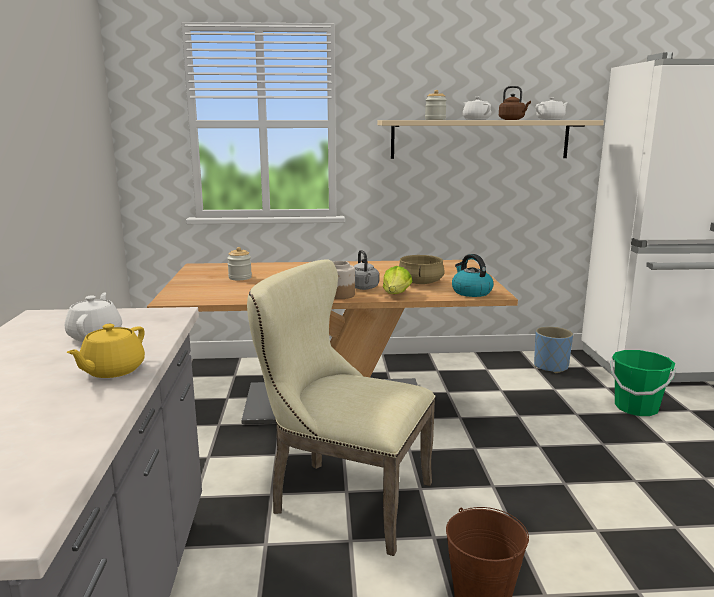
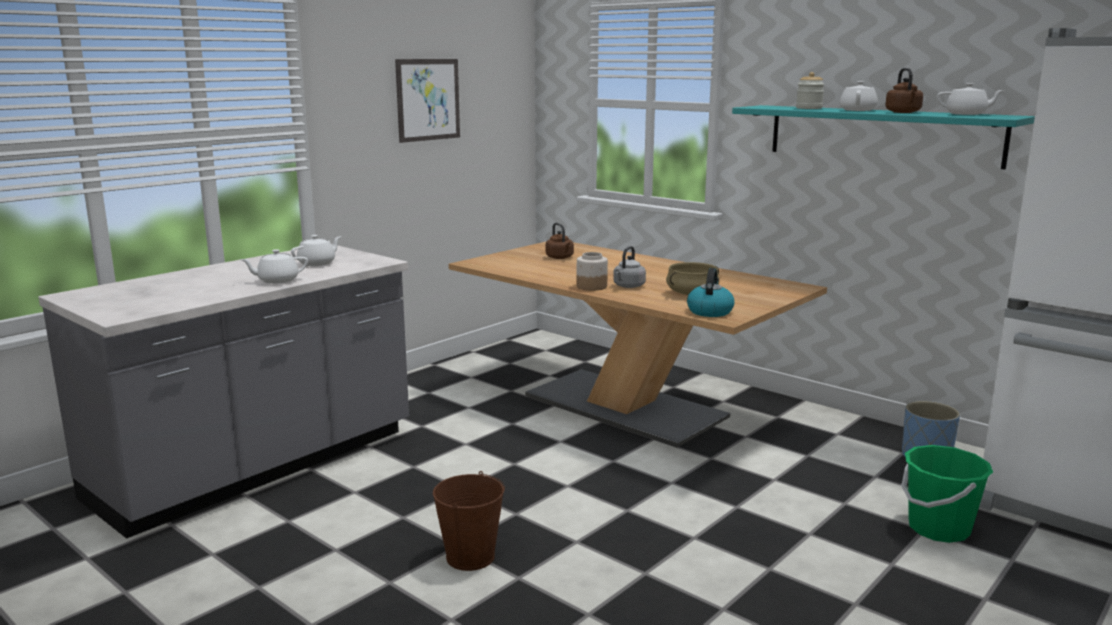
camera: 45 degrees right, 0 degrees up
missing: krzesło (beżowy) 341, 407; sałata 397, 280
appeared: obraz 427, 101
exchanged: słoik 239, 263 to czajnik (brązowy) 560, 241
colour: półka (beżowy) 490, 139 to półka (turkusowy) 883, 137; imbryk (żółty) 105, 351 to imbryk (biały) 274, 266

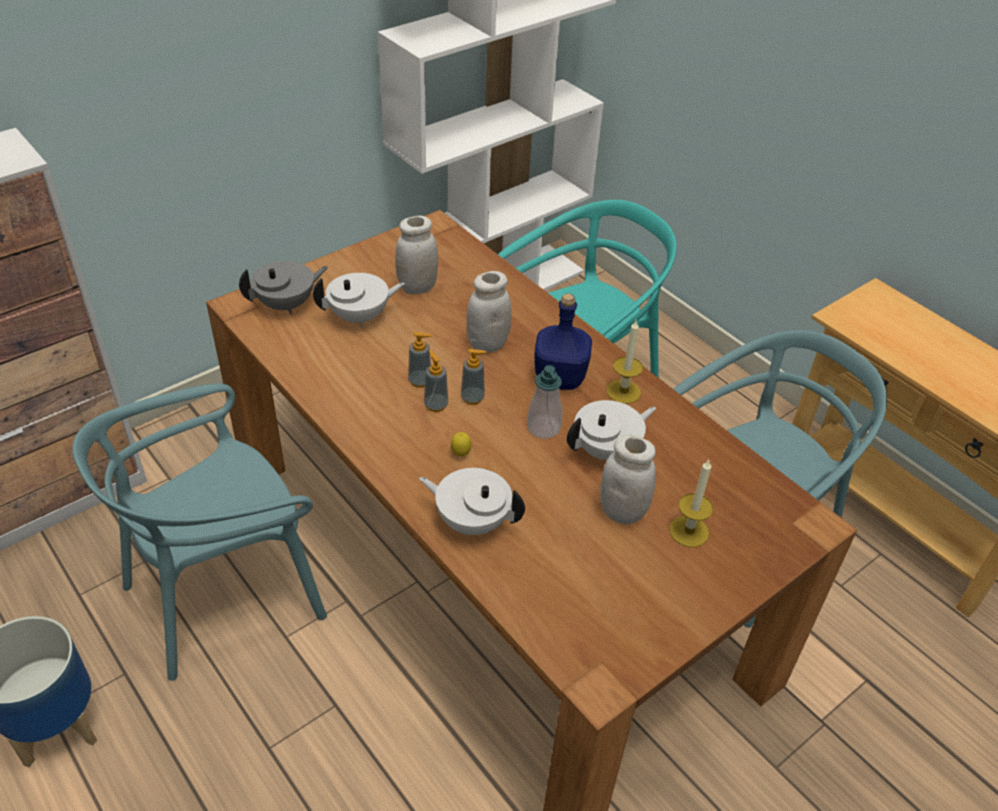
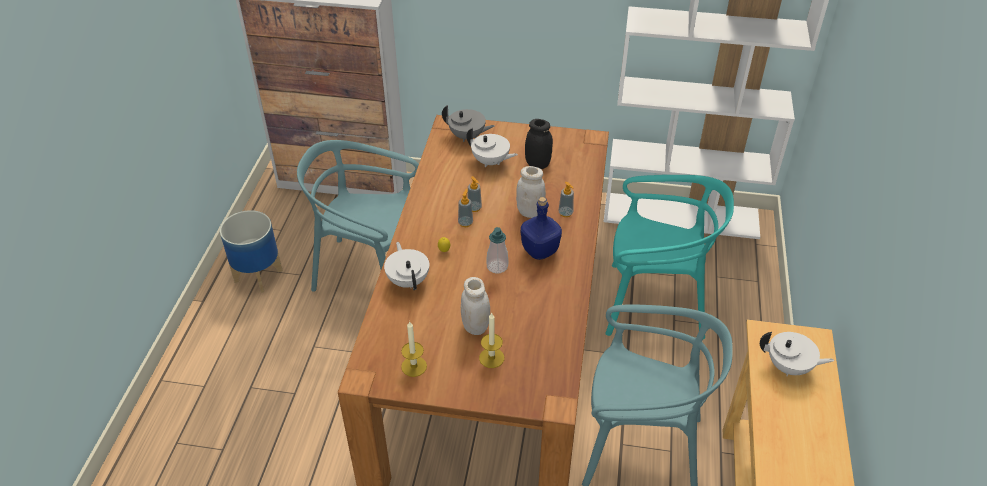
camera: 50 degrees right, 0 degrees up
relocated: świeca 625, 361 to 414, 349; dozownik mydła 474, 377 to 566, 199; imbryk (biały) 611, 430 to 797, 354
colour: słoik (biały) 416, 255 to słoik (czarny) 539, 144

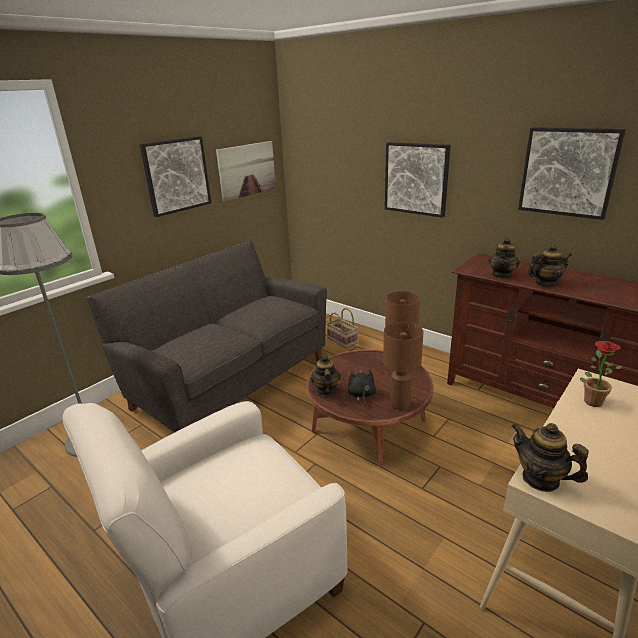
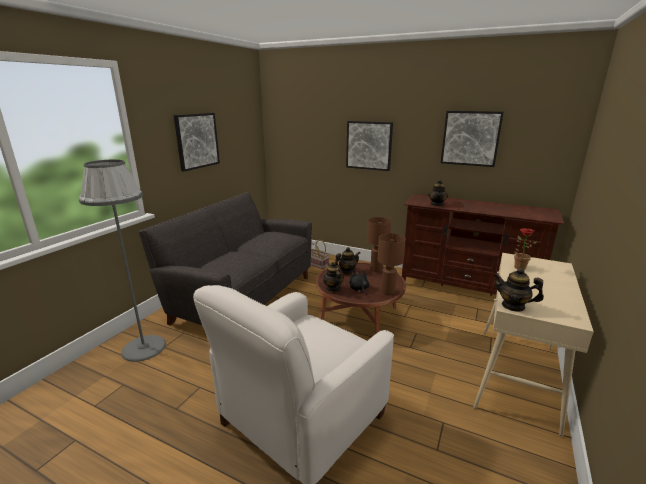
camera: 15 degrees left, 5 degrees down
missing: obraz 246, 171
relocated: imbryk 550, 265 to 347, 260

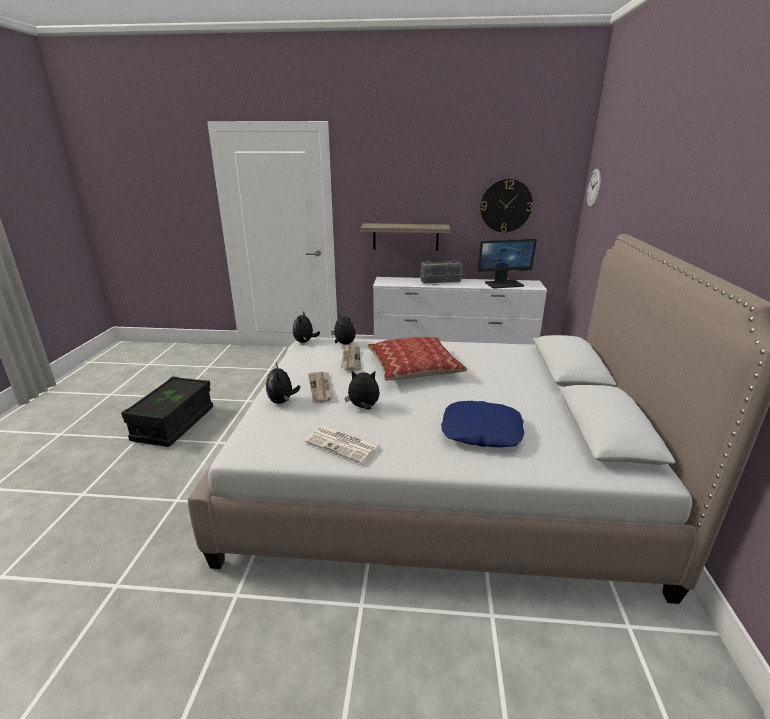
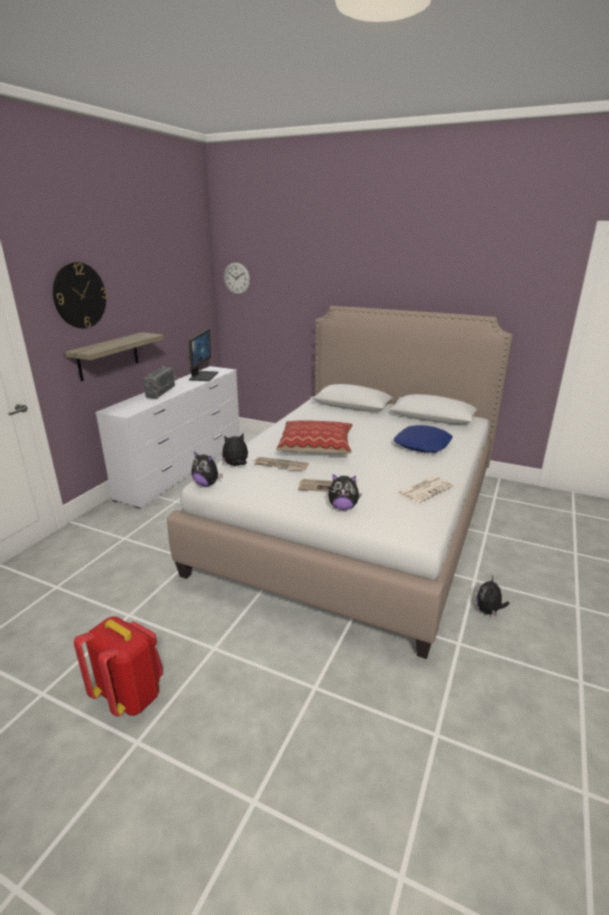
camera: 70 degrees left, 0 degrees up
relocated: zegar ścienny 506, 205 to 80, 295; pluszak 362, 390 to 492, 596
exchanged: pojemnik do przechowywania (czarny) 167, 411 to plecak (czerwony) 118, 666

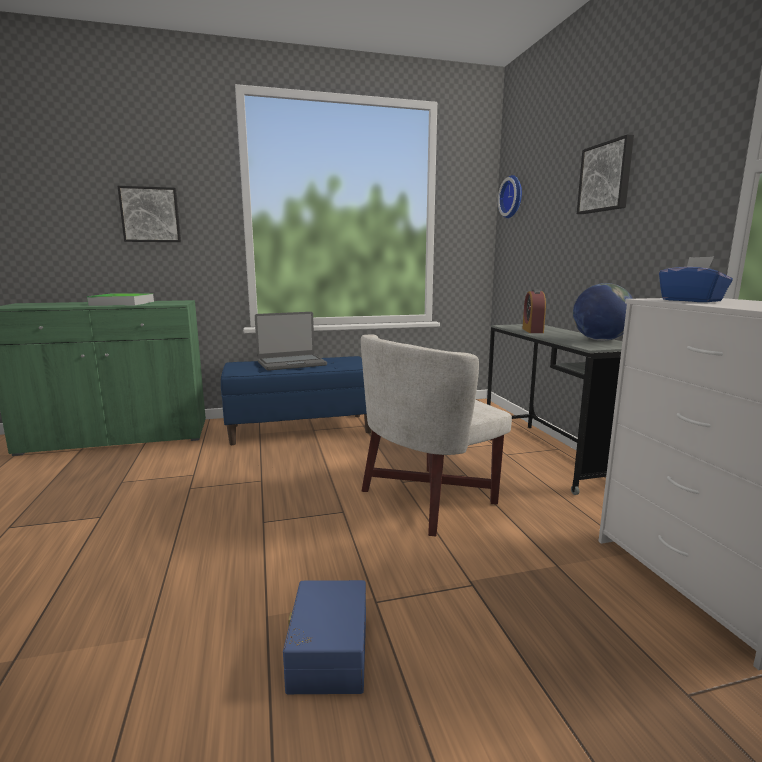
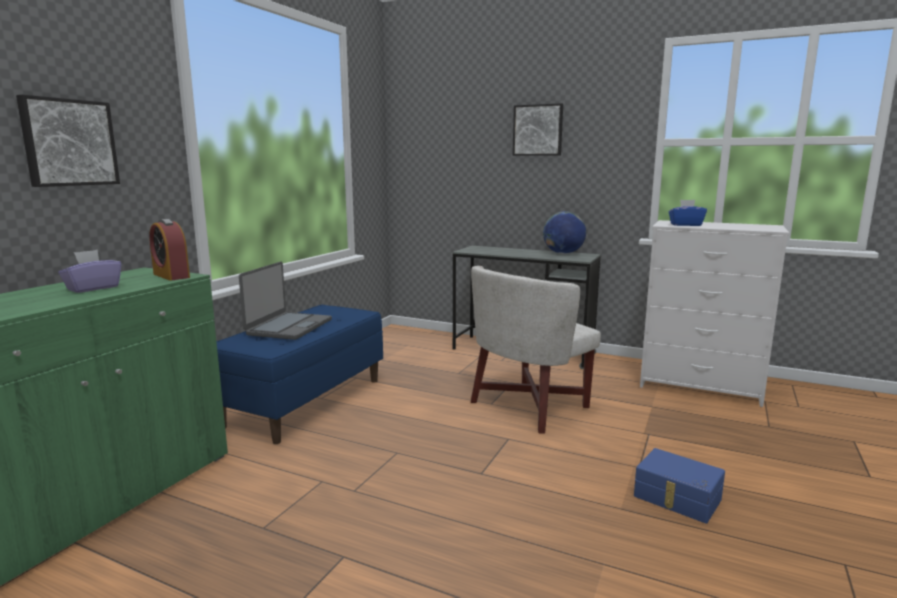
camera: 50 degrees left, 0 degrees up
missing: zegar ścienny 510, 196
relocated: budzik 534, 311 to 169, 250
exchanged: taca 120, 300 to pudełko chusteczek (fioletowy) 90, 271
spun: fotel (biały) 436, 435 = 536, 350 45 degrees clockwise

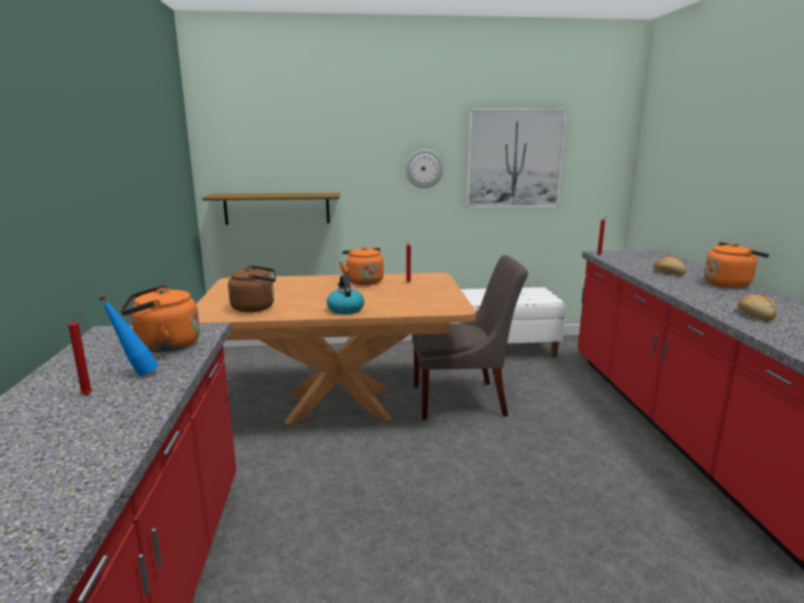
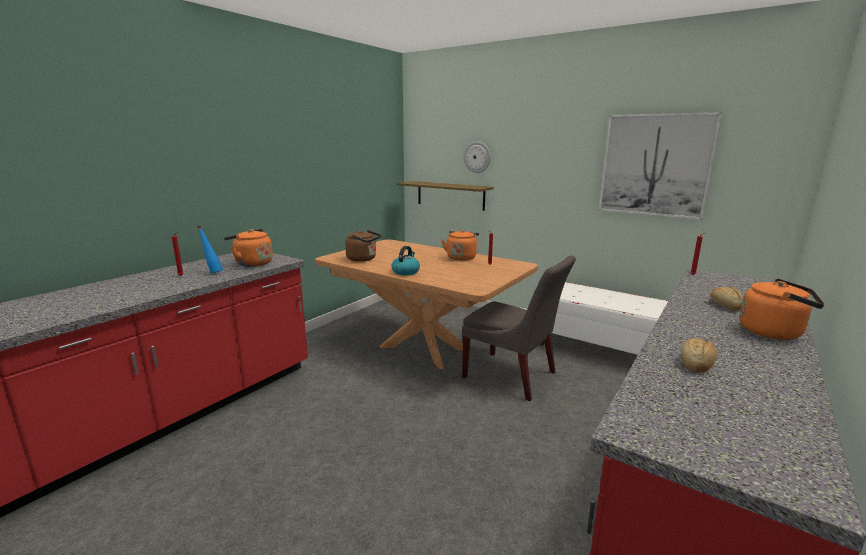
camera: 40 degrees right, 0 degrees up
relocated: zegar ścienny 424, 168 to 477, 157

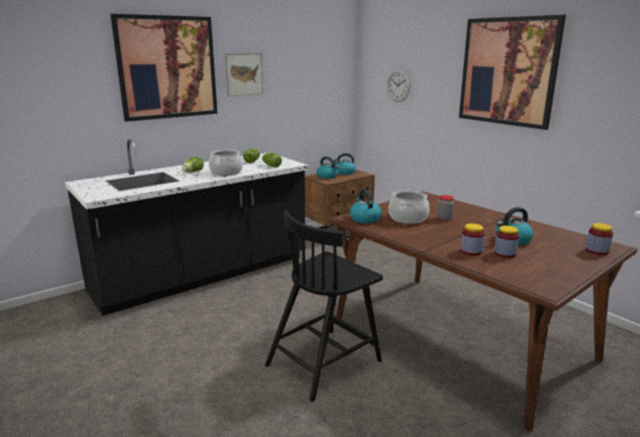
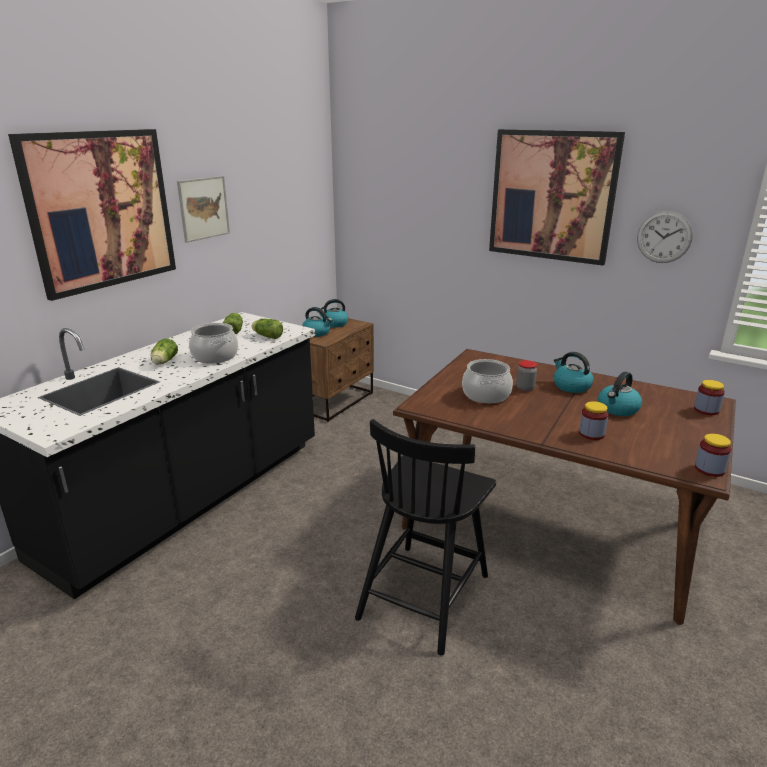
camera: 20 degrees left, 5 degrees up
relocated: zegar ścienny 398, 85 to 665, 237; czajnik 366, 206 to 574, 372; słoik 506, 241 to 713, 455

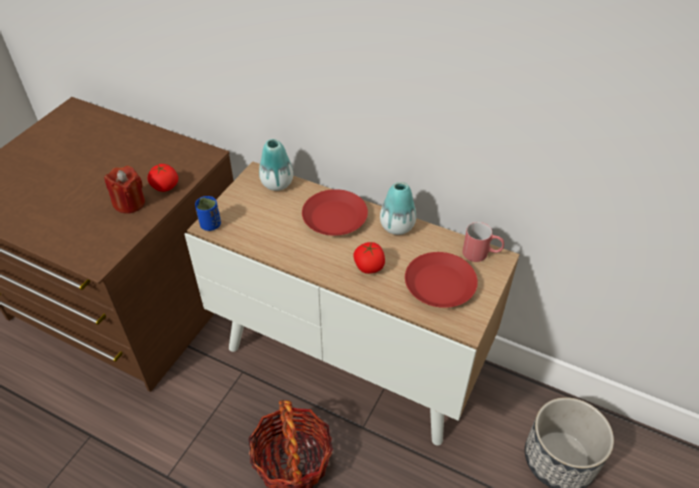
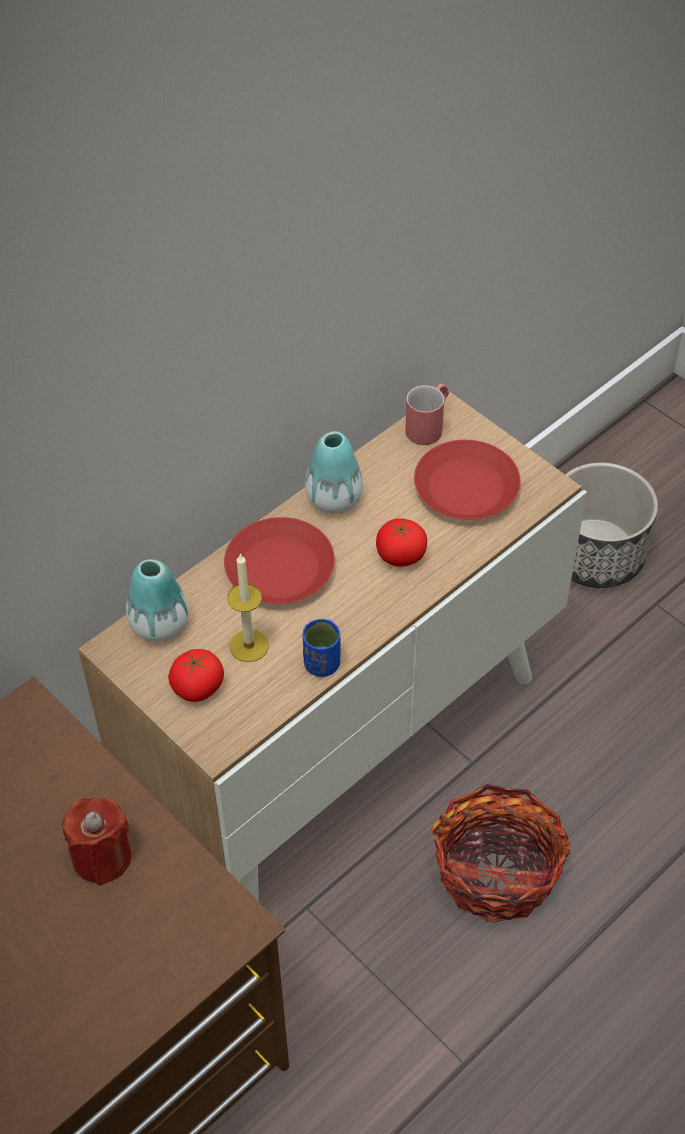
camera: 70 degrees left, 5 degrees up
appeared: świeca 248, 607
relocated: pomidor 163, 178 to 196, 675; filiżanka (niebieski) 208, 213 to 322, 648

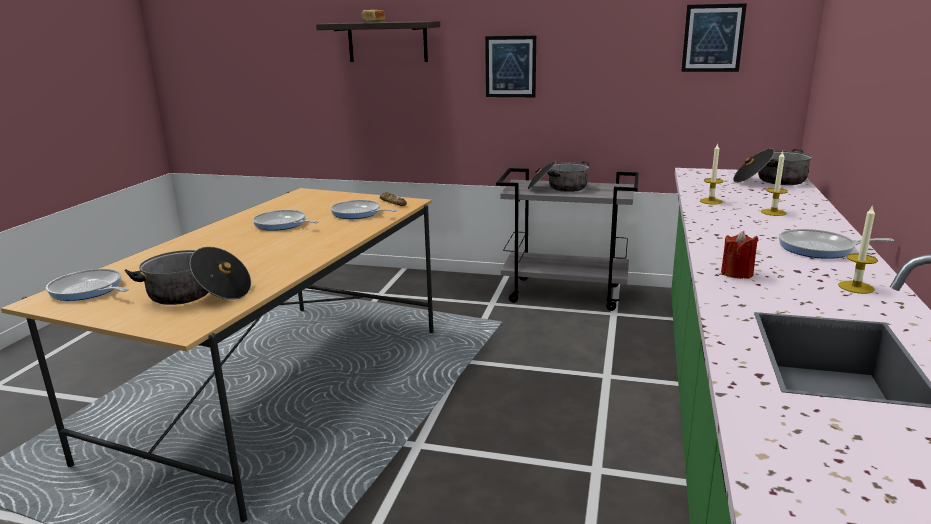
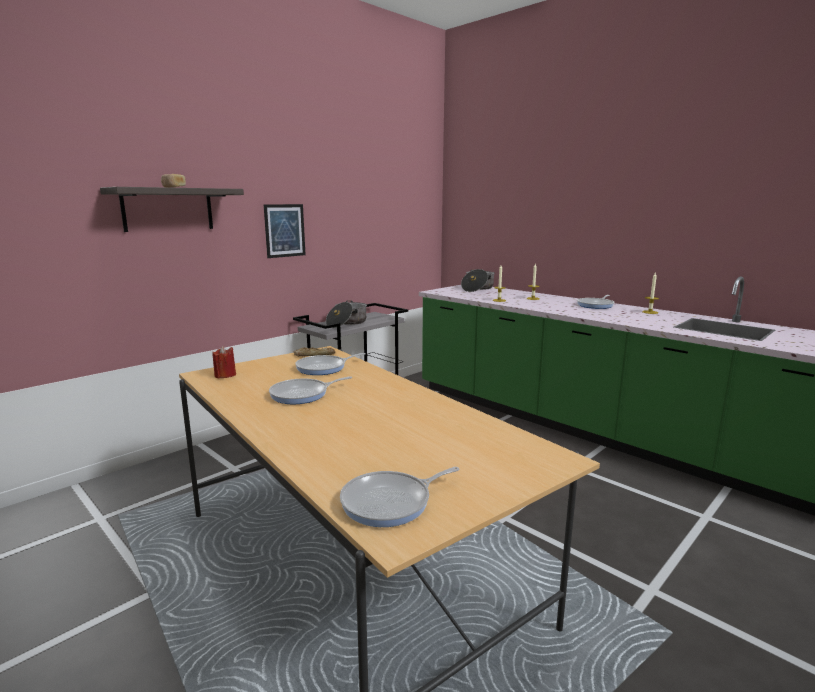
camera: 60 degrees left, 5 degrees down
missing: obraz 714, 37; garnek 188, 276
relocated: świeca (czerwony) 739, 255 to 224, 362

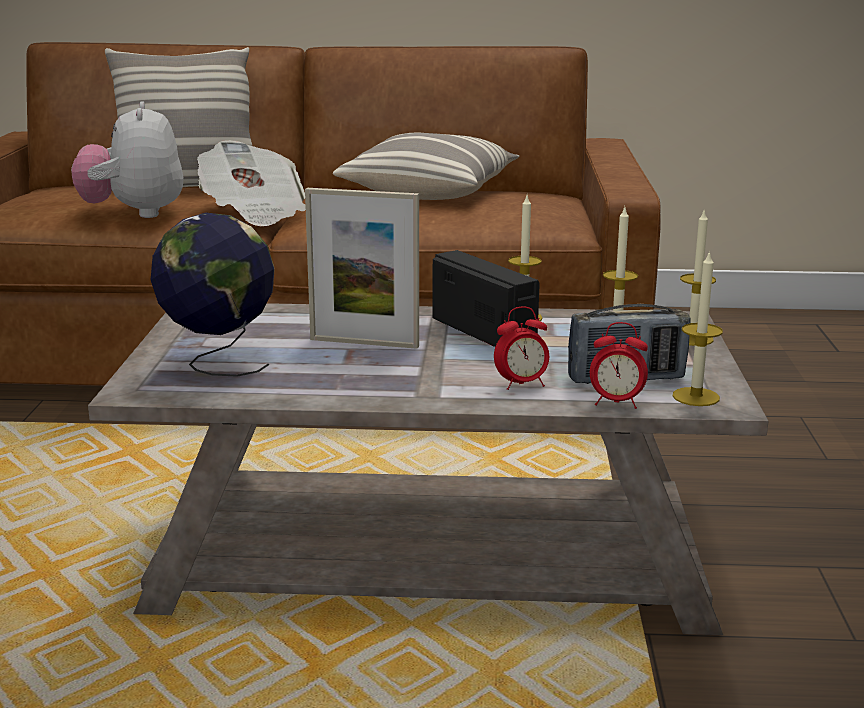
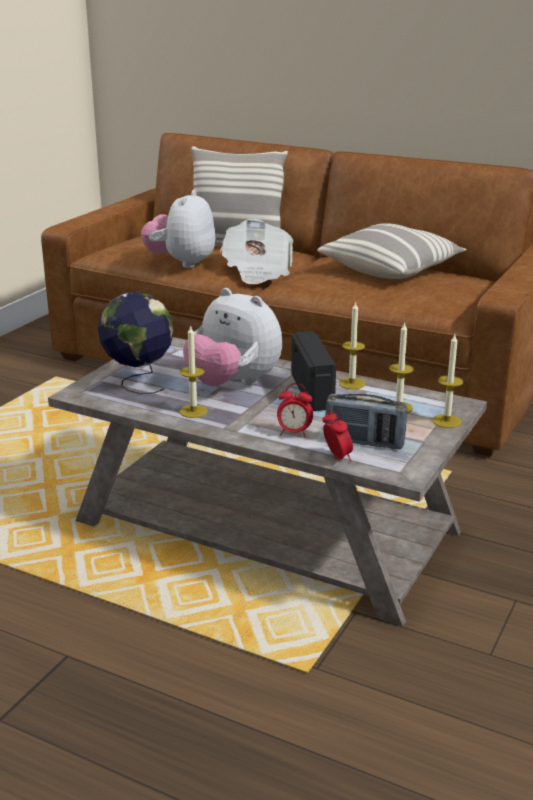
camera: 25 degrees right, 5 degrees up
relocated: świeca 698, 328 to 194, 371
exchanged: ramka na zdjęcie 362, 268 to pluszak 232, 337
spun: budzik 619, 365 = 337, 435 150 degrees counterclockwise

